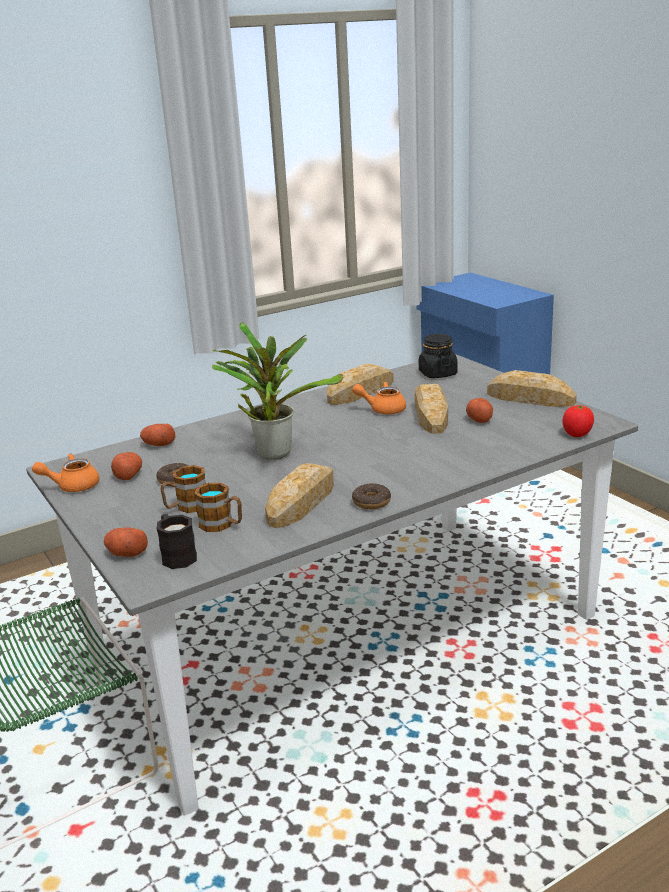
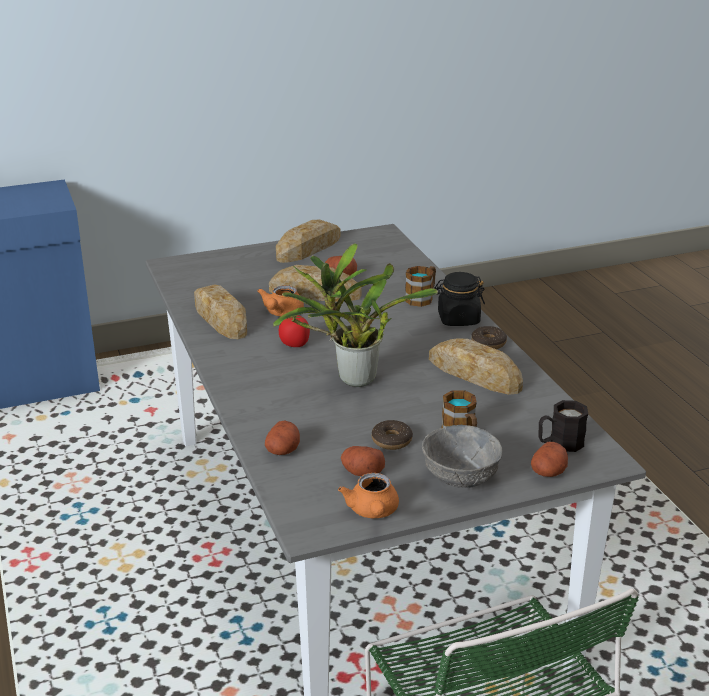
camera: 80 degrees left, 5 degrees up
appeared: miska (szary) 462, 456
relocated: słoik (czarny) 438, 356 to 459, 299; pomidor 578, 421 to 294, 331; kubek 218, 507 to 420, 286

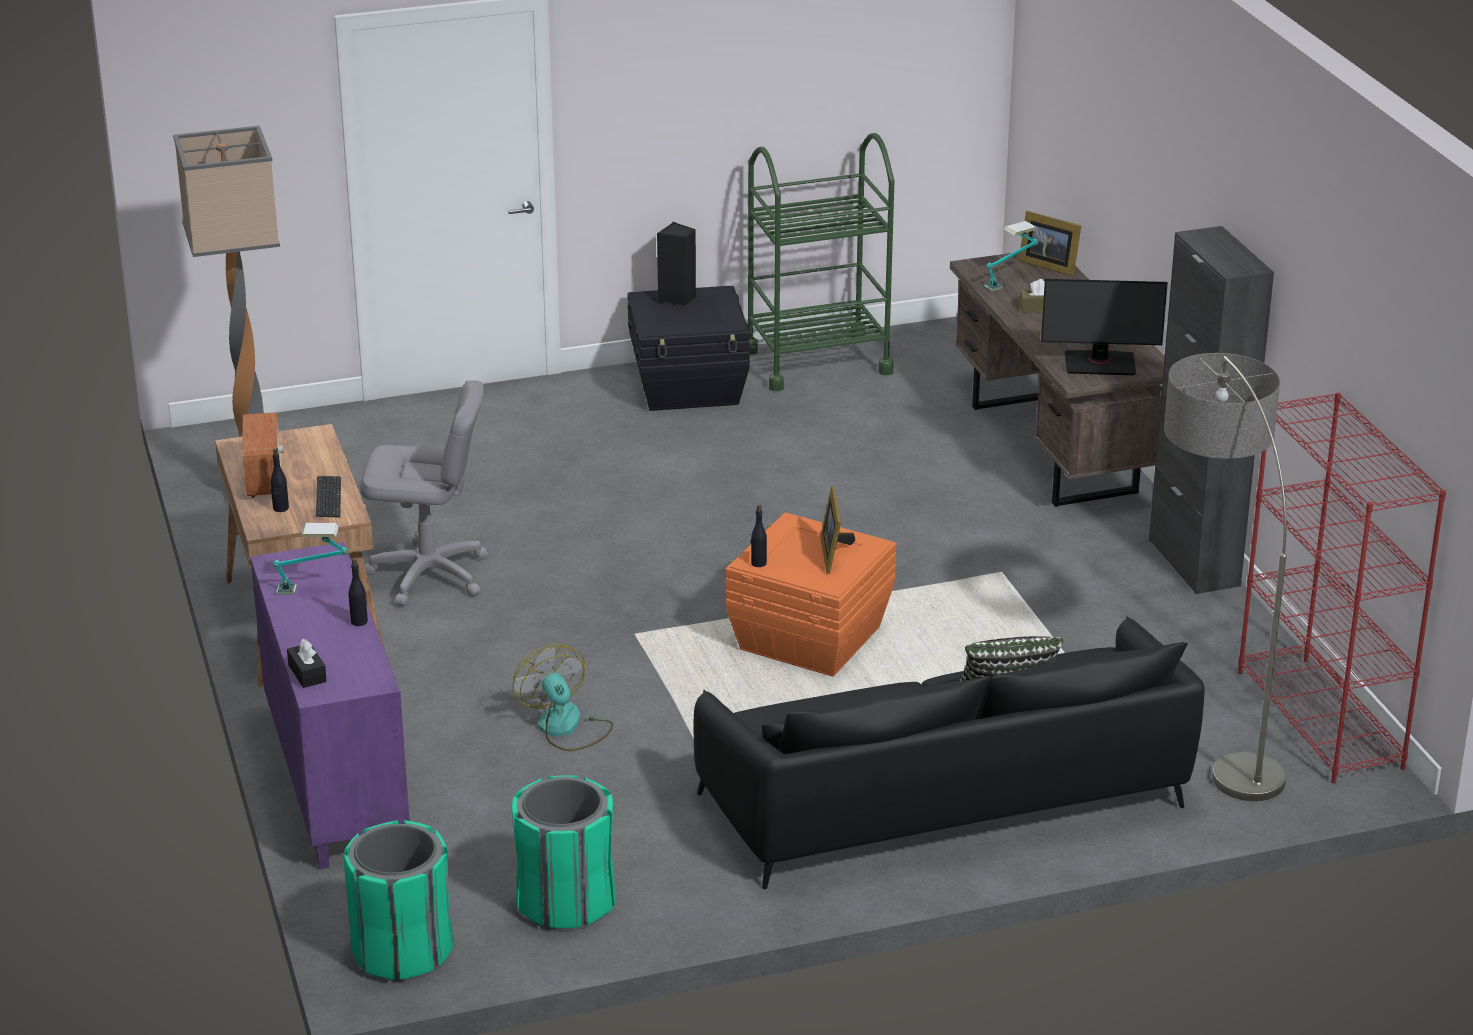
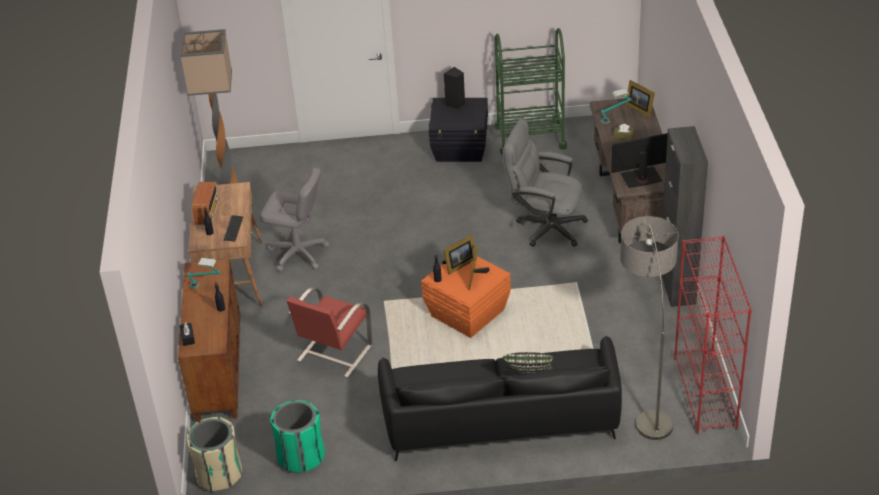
camera: 15 degrees right, 10 degrees up
appeared: krzesło biurowe (szary) 545, 183; ramka na zdjęcie 459, 254
exchanged: wentylator 563, 697 to krzesło (czerwony) 329, 332
colour: szafka (fioletowy) 330, 705 to szafka (brązowy) 209, 340; kosz na śmieci (zielony) 398, 900 to kosz na śmieci (beżowy) 214, 454
spun: monitor 1104, 327 = 639, 160 150 degrees clockwise

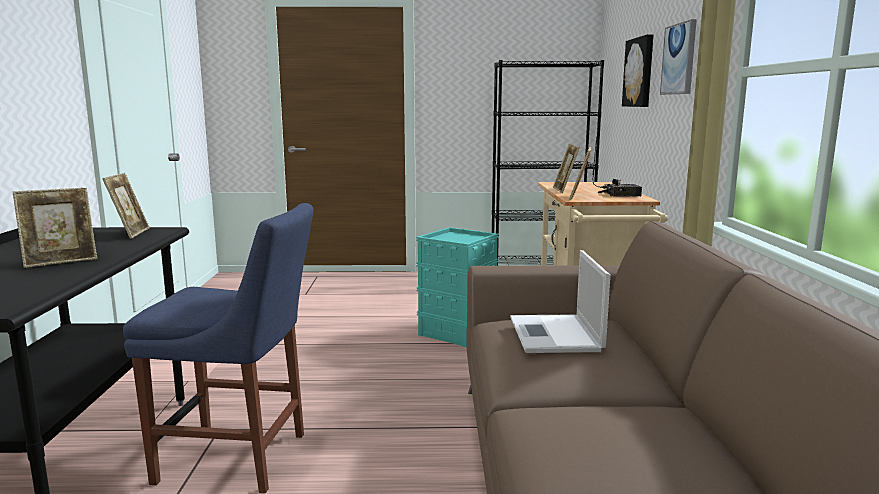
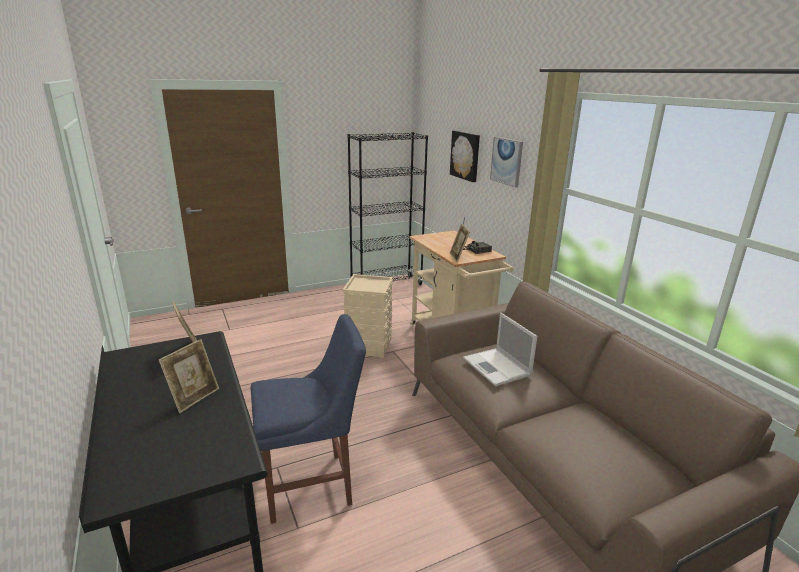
camera: 25 degrees left, 10 degrees up
missing: ramka na zdjęcie 566, 168
colour: pojemnik do przechowywania (turkusowy) 457, 287 to pojemnik do przechowywania (beżowy) 368, 316

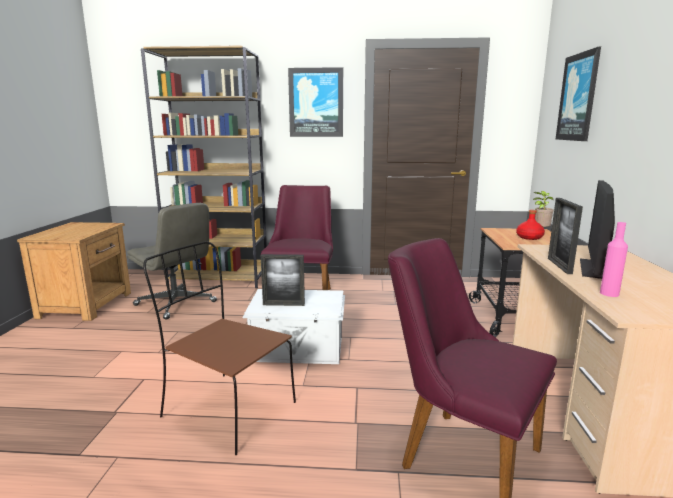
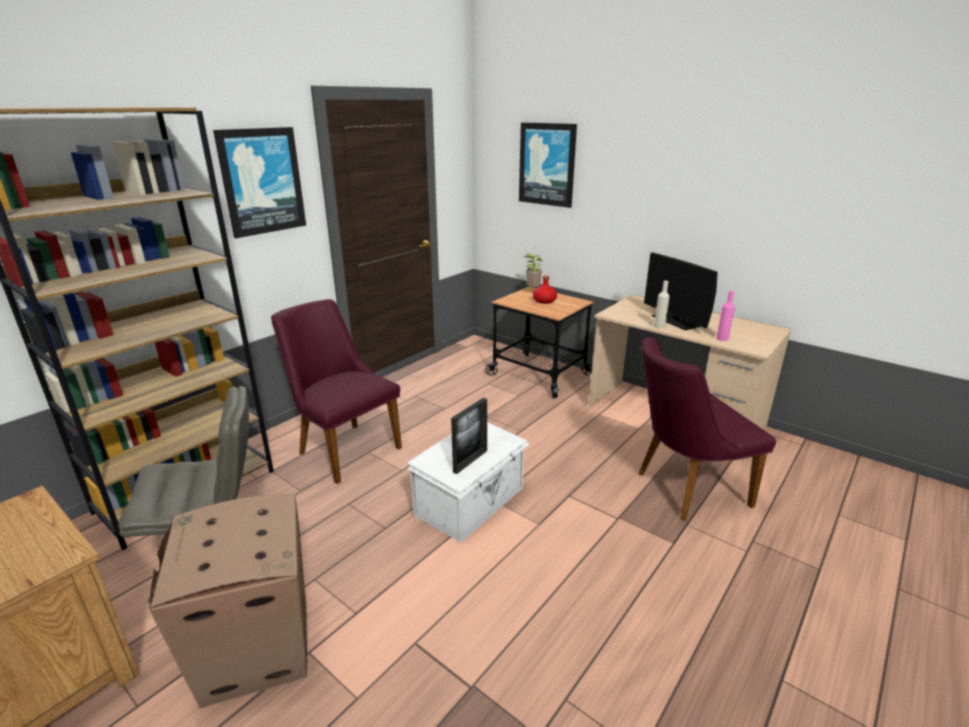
camera: 55 degrees left, 10 degrees up
missing: krzesło (brązowy) 219, 348
appeared: karton 228, 601
exchanged: ramka na zdjęcie 565, 236 to butelka (beżowy) 662, 305

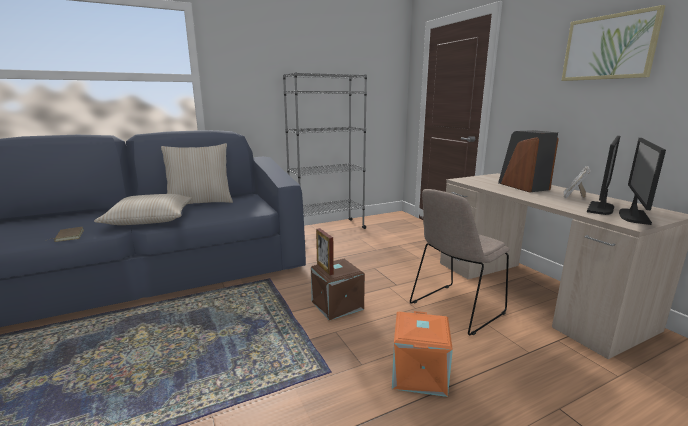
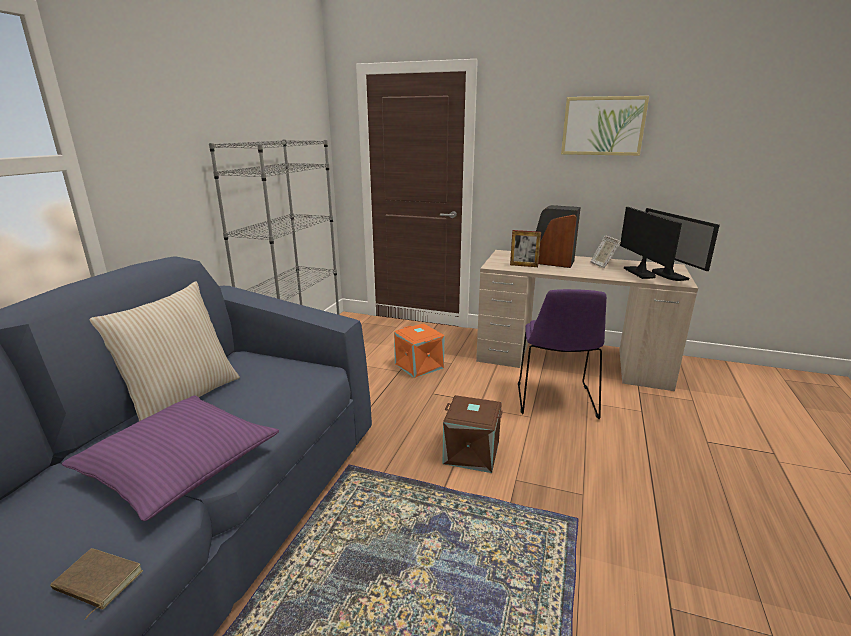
camera: 45 degrees left, 5 degrees up
relocated: ramka na zdjęcie 325, 251 to 525, 248; pojemnik do przechowywania (pomarańczowy) 422, 354 to 419, 350
colour: krzesło (beżowy) 460, 262 to krzesło (fioletowy) 562, 354; poduszka (beżowy) 143, 209 to poduszka (fioletowy) 170, 458

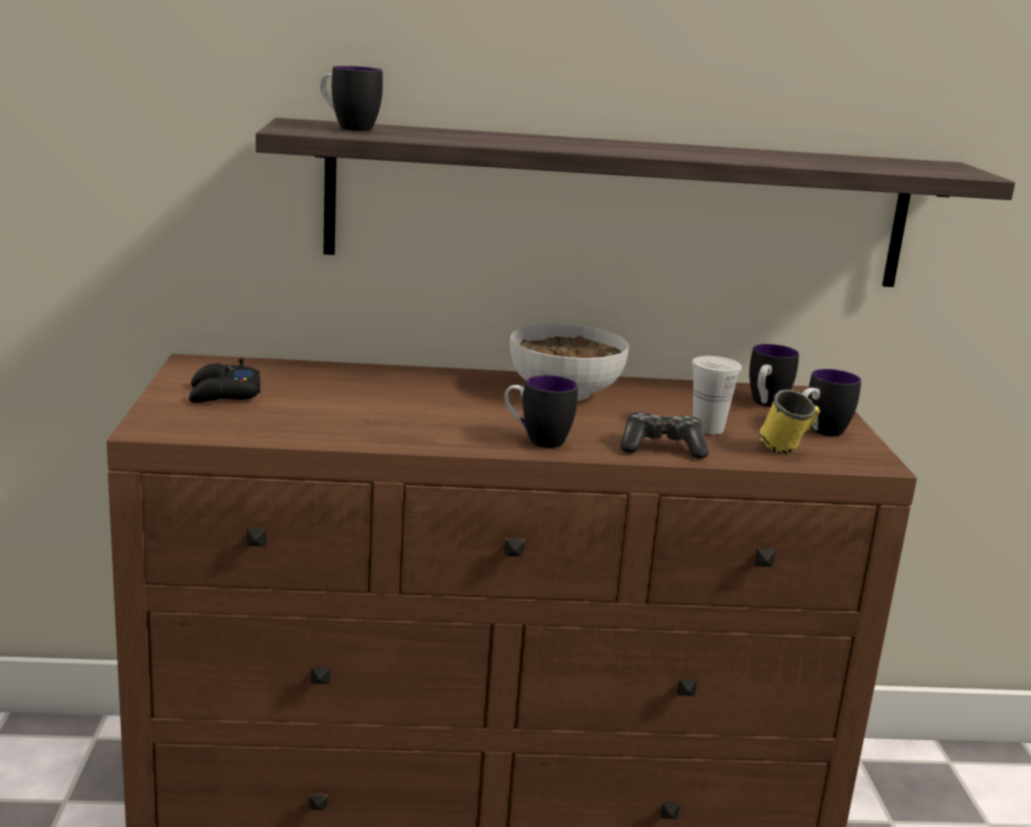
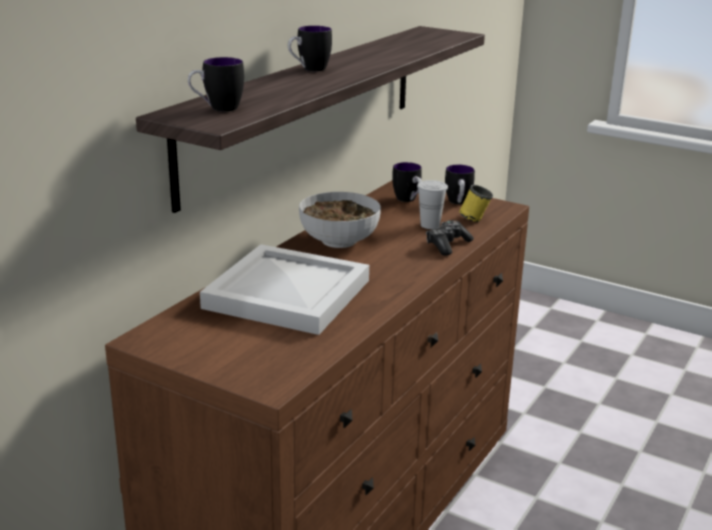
camera: 55 degrees left, 5 degrees up
missing: pad do gier (czarny) 224, 380
appeared: taca (biały) 284, 289
relocated: kubek 541, 411 to 310, 49

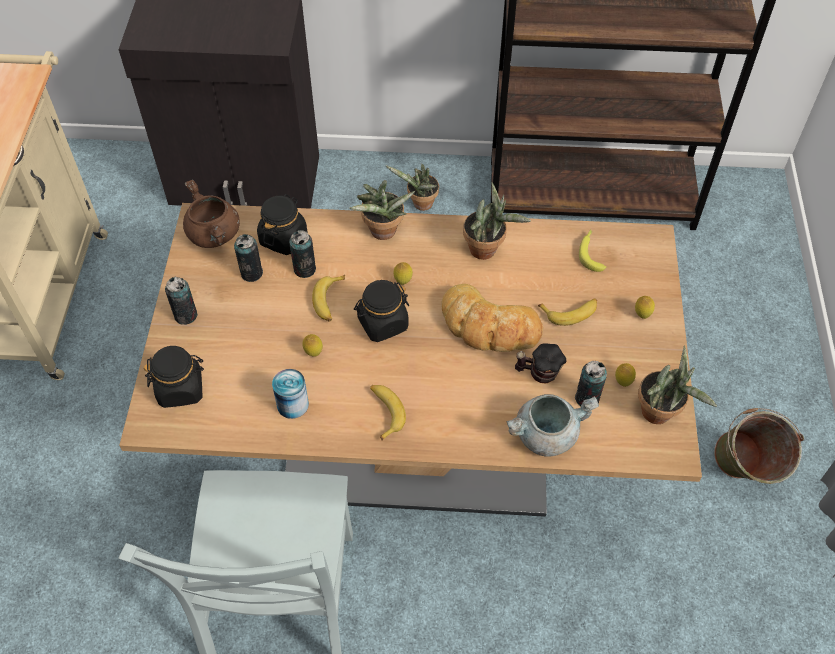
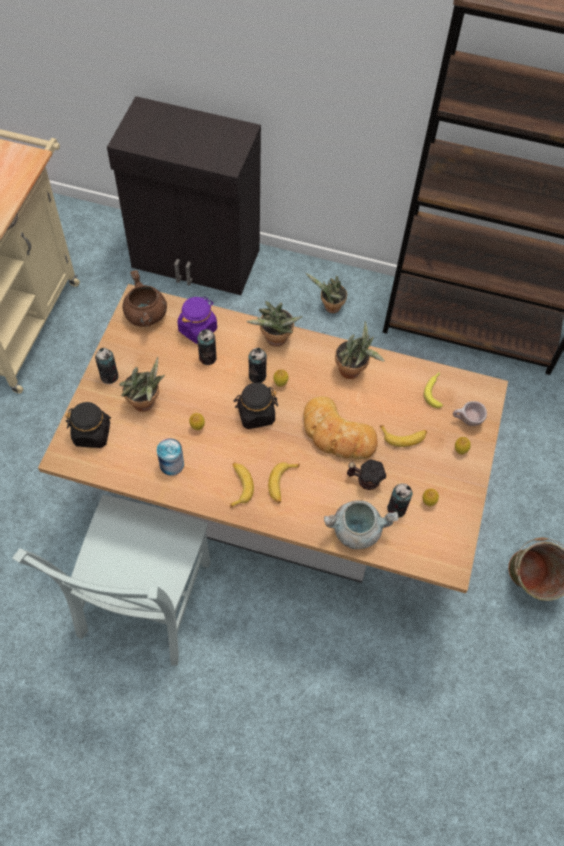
camera: 10 degrees right, 5 degrees up
appeared: filiżanka (beżowy) 470, 413
relocated: puszka 248, 258 to 257, 365; banan 328, 298 to 284, 483; roślina doniczkowa 677, 384 to 142, 384
colour: słoik (czarny) 282, 224 to słoik (fioletowy) 197, 320

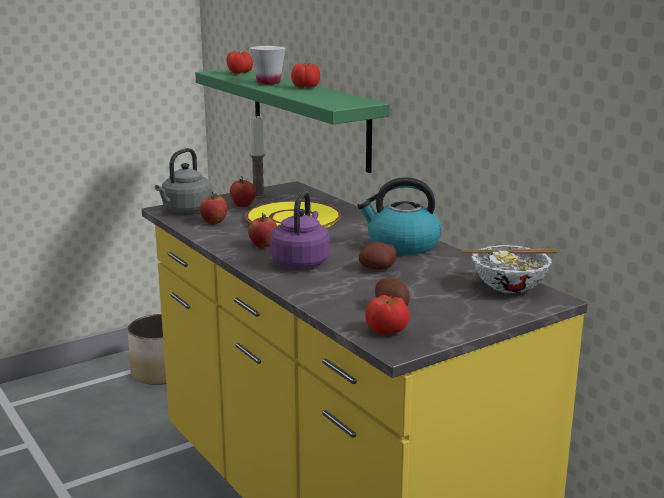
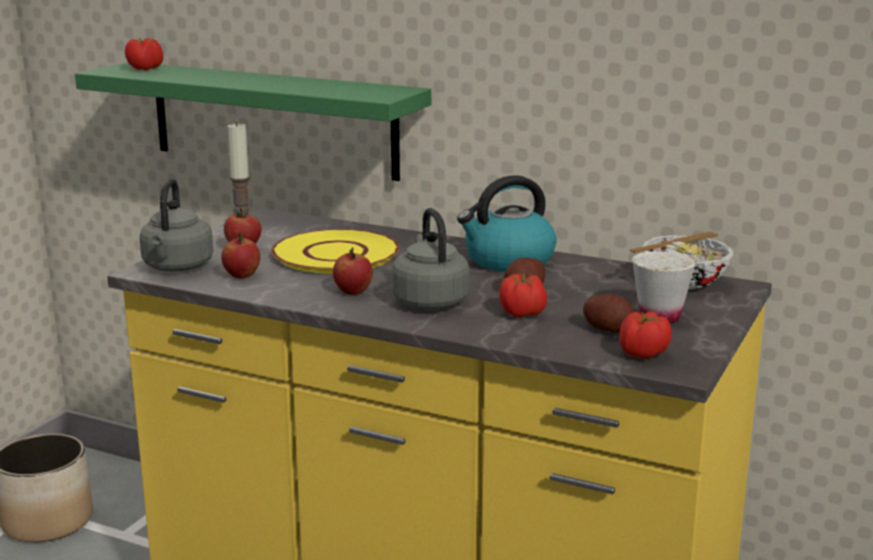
camera: 30 degrees left, 0 degrees up
relocated: filiżanka (biały) 268, 65 to 664, 287; pomidor 305, 75 to 523, 295
colour: czajnik (fioletowy) 300, 229 to czajnik (szary) 431, 259

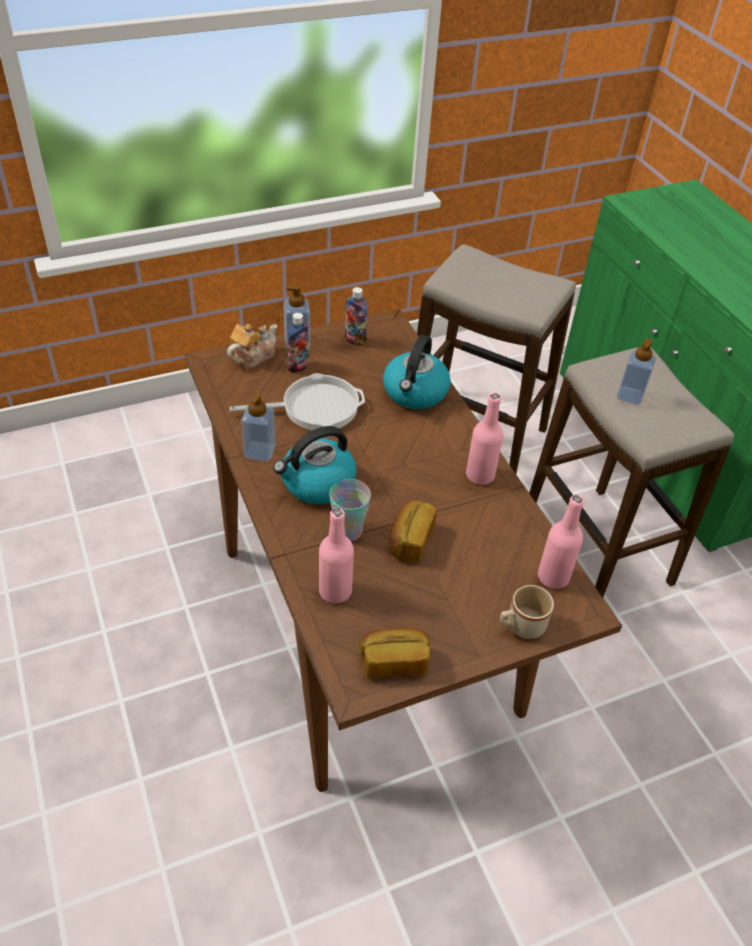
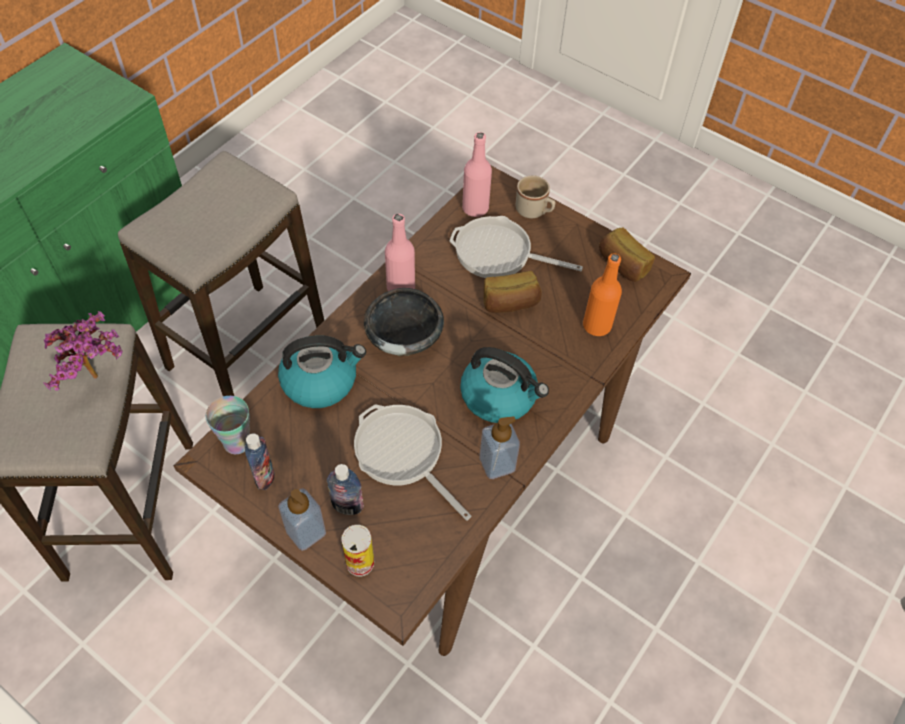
camera: 120 degrees left, 10 degrees up
missing: dozownik mydła 636, 372
appeared: patelnia 516, 247; miska (czarny) 404, 322; roślina doniczkowa 83, 351
relocated: filiżanka 350, 510 to 228, 425
exchanged: imbryk 252, 346 to puszka 357, 550
colour: butelka (różowy) 336, 555 to butelka (pomarańczowy) 602, 294

